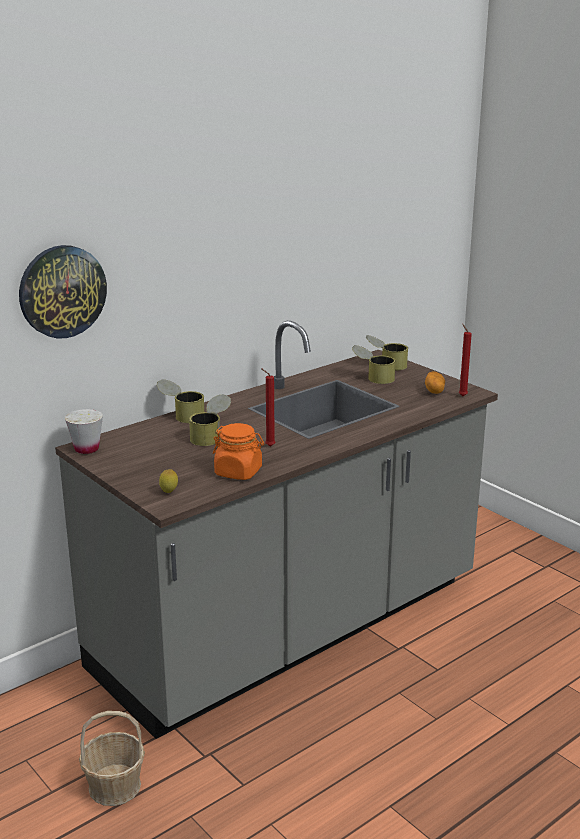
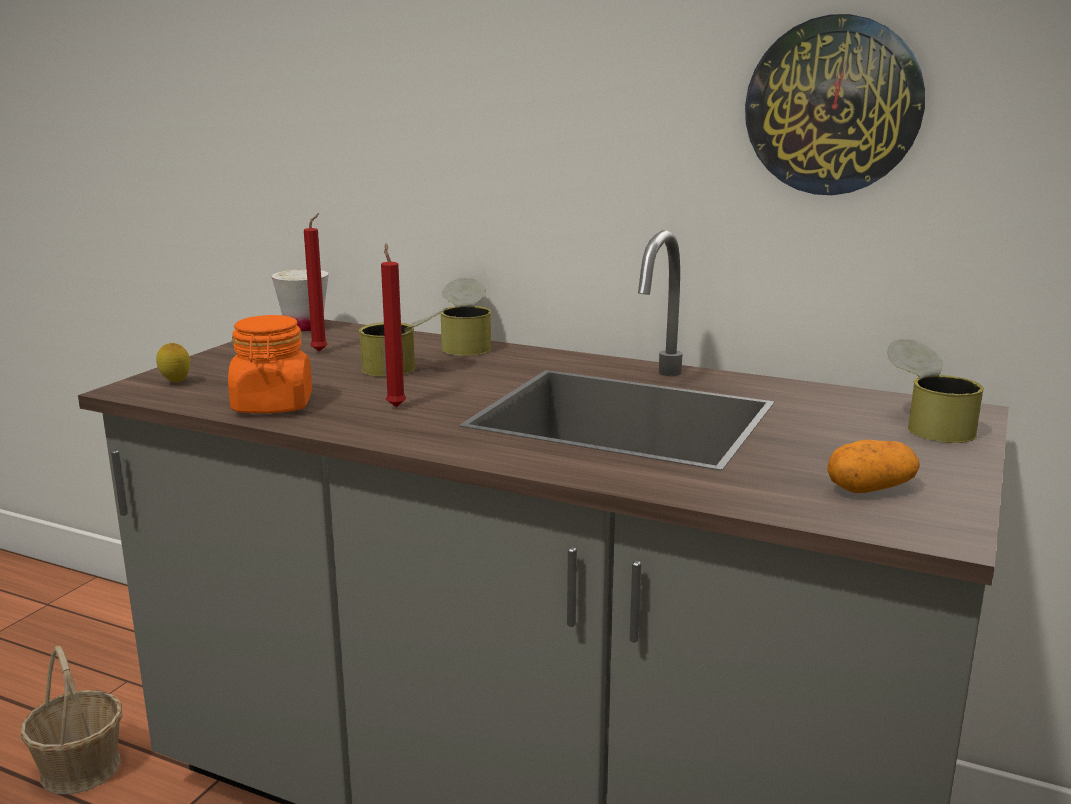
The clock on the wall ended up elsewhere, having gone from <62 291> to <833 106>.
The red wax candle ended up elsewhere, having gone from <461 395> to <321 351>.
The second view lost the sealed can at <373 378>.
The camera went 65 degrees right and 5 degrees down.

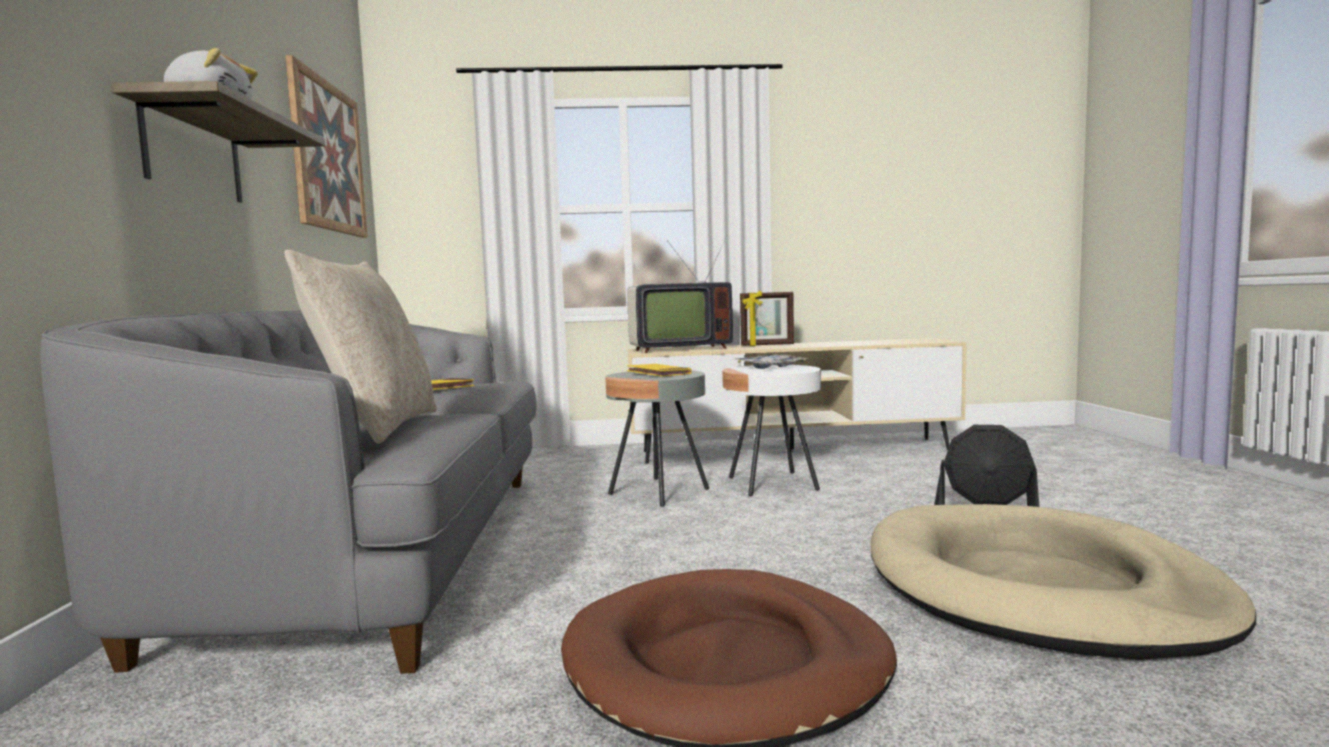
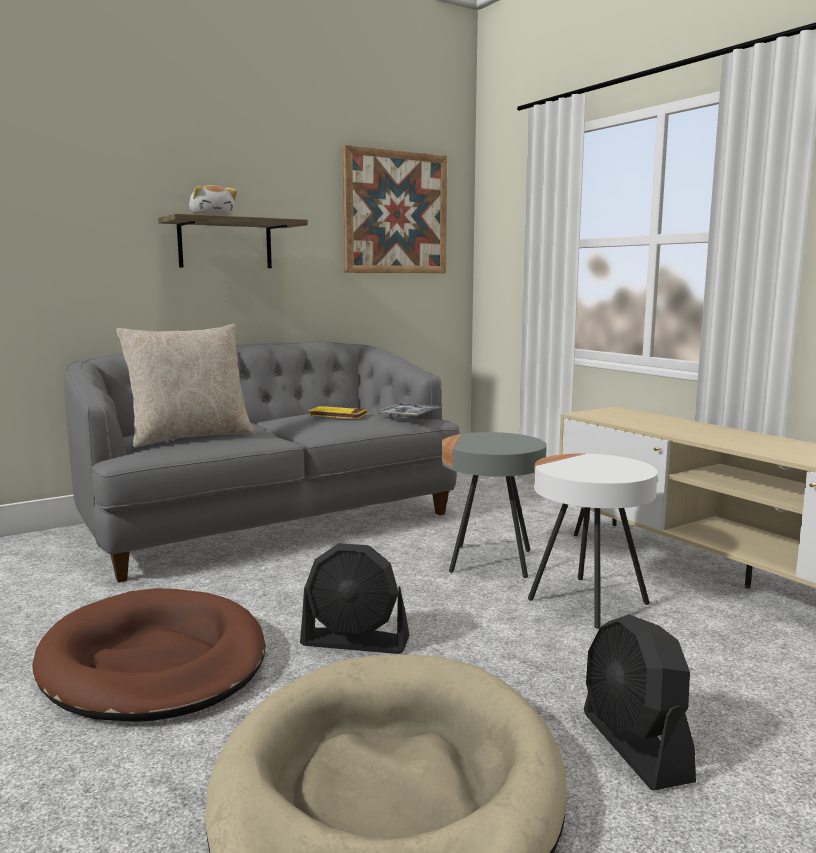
The second view lost the TV set at <677 349>.
The second view lost the photo frame at <767 345>.
The serving tray ended up elsewhere, having gone from <769 367> to <408 416>.
The second view lost the yellowish volume at <658 373>.
The second view gained the black-coloured electric fan at <355 642>.
The camera went 60 degrees right and 5 degrees up.

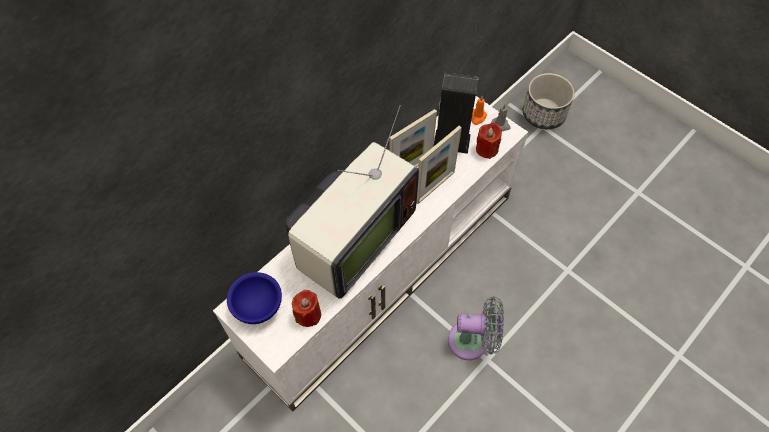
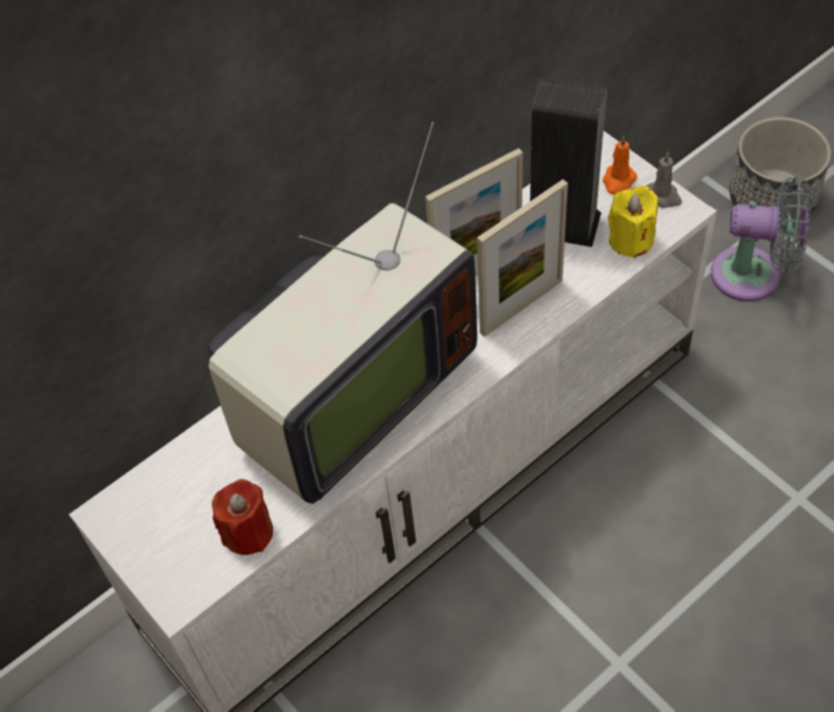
What was the red wax candle at <487 149> turned into the yellowish wax candle at <631 240>.
The second view lost the blue-coloured bowl at <258 307>.
The grey electric fan ended up elsewhere, having gone from <473 341> to <753 275>.
The camera went 10 degrees right and 5 degrees down.

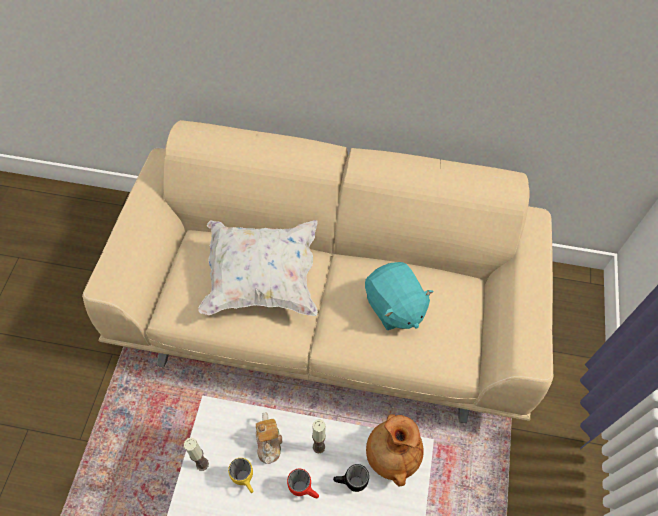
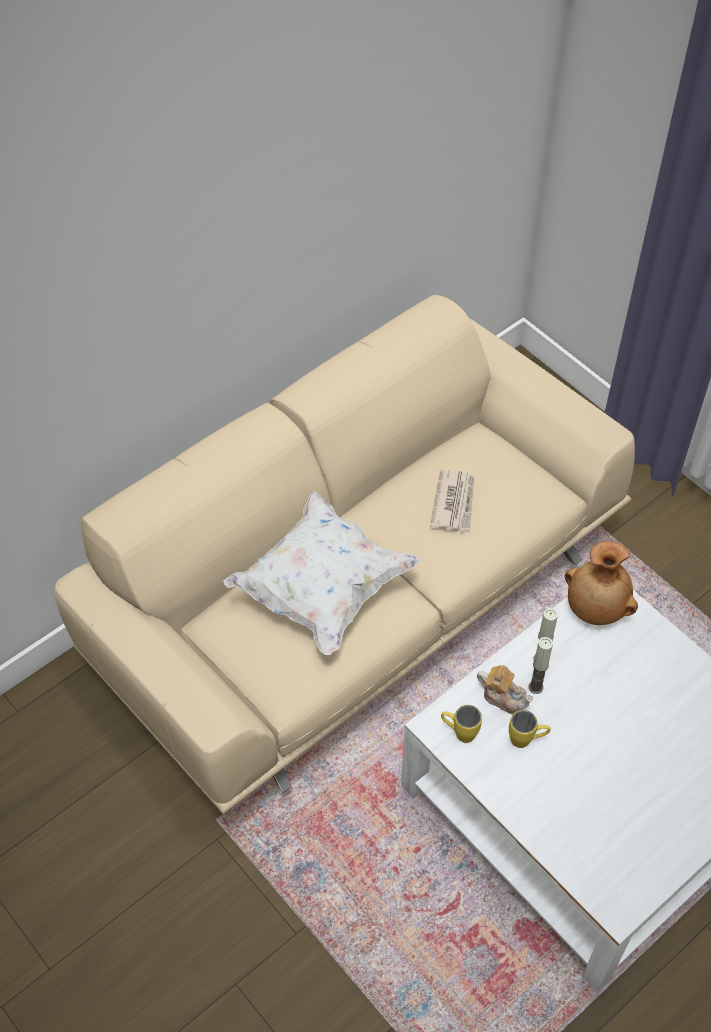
Where the turquoise soft toy stood at <394 306>, the newspaper came to stand at <454 502>.
The wax candle ended up elsewhere, having gone from <202 464> to <536 687>.
The second view lost the black-coloured coffee mug at <350 483>.
The second view lost the red coffee mug at <304 491>.
The second view gained the yellowish coffee mug at <459 732>.
The camera went 50 degrees left and 5 degrees down.

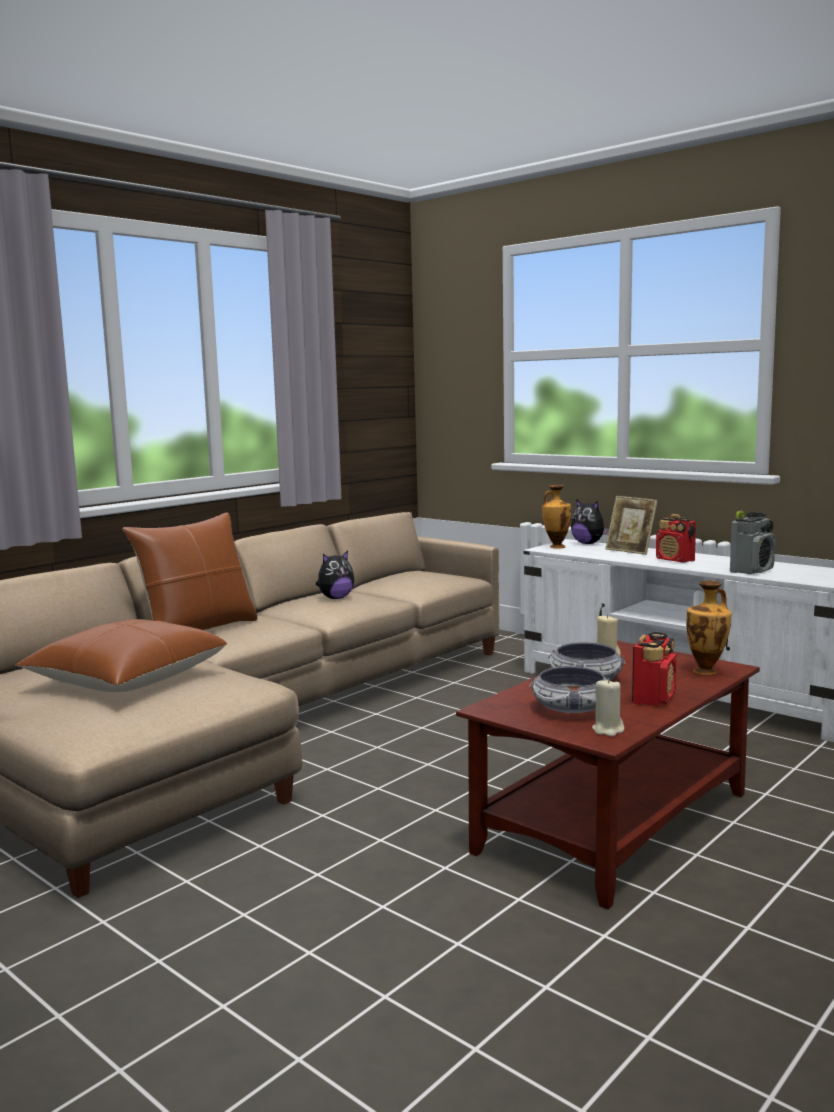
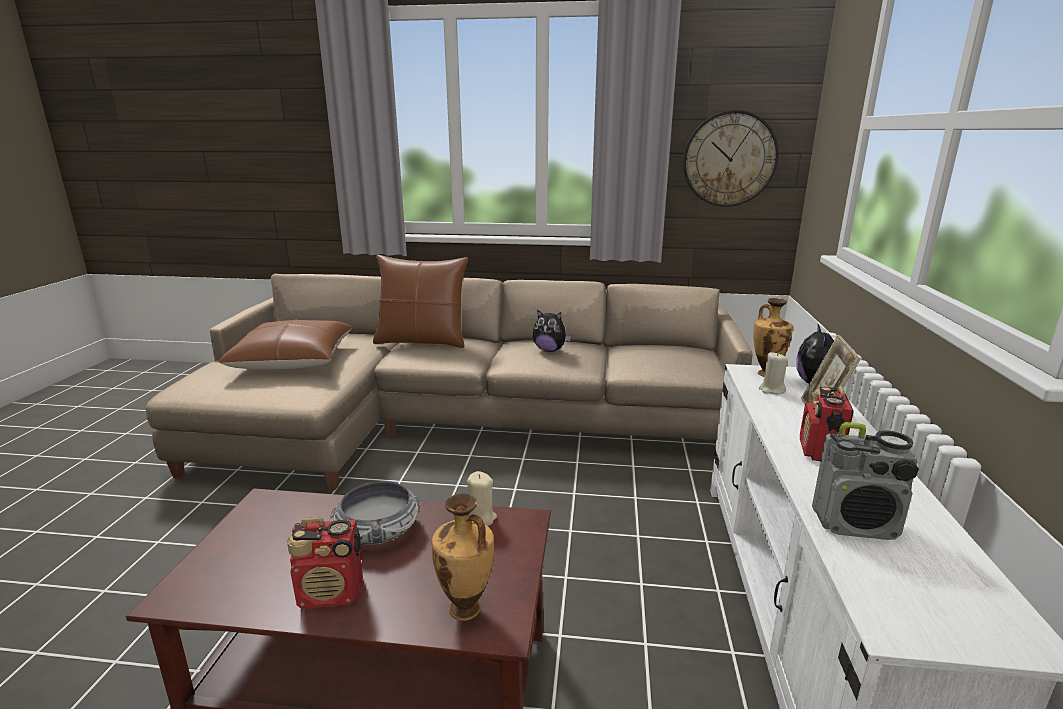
The second view lost the bowl at <571 708>.
The beige-coloured wax candle ended up elsewhere, having gone from <608 730> to <771 390>.
The second view gained the clock on the wall at <729 159>.
The camera went 55 degrees right and 10 degrees up.

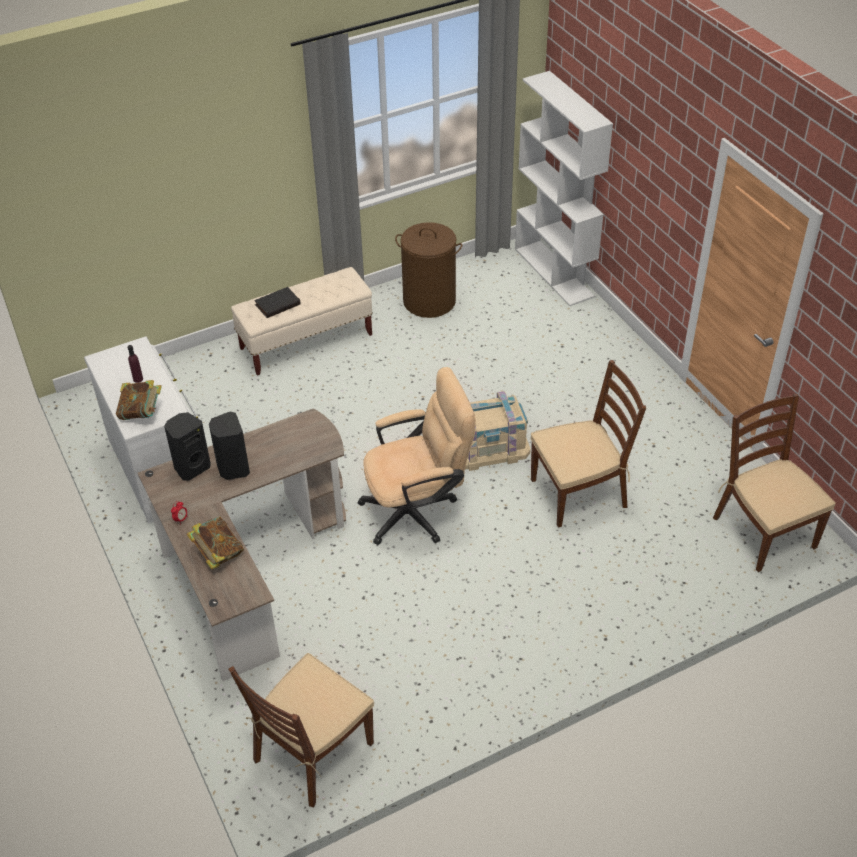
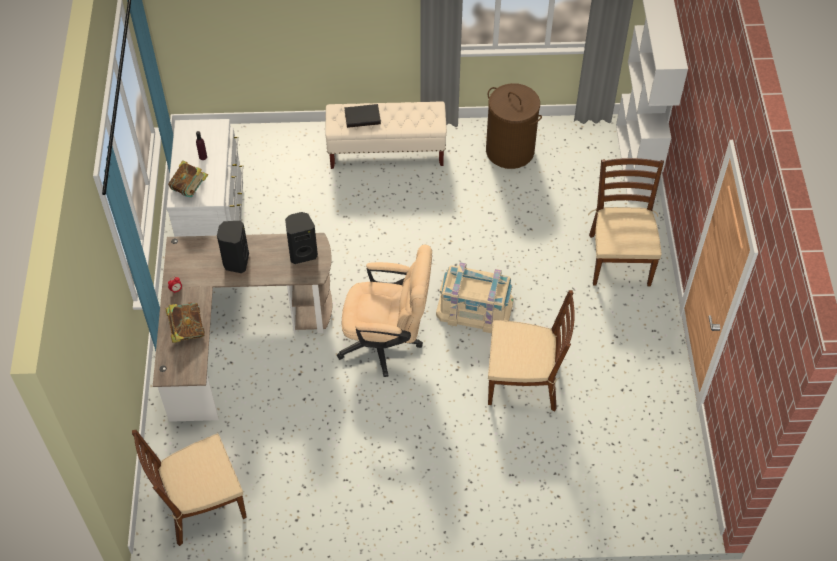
The brown plain chair ended up elsewhere, having gone from <763 531> to <619 259>.
The black-coloured speaker ended up elsewhere, having gone from <191 467> to <302 253>.
The camera went 25 degrees right and 10 degrees up.

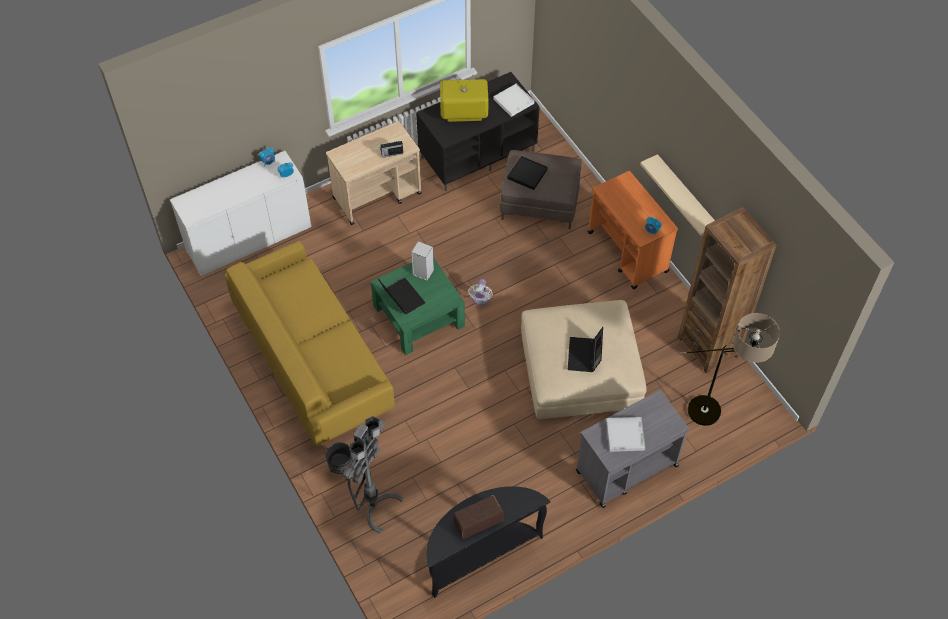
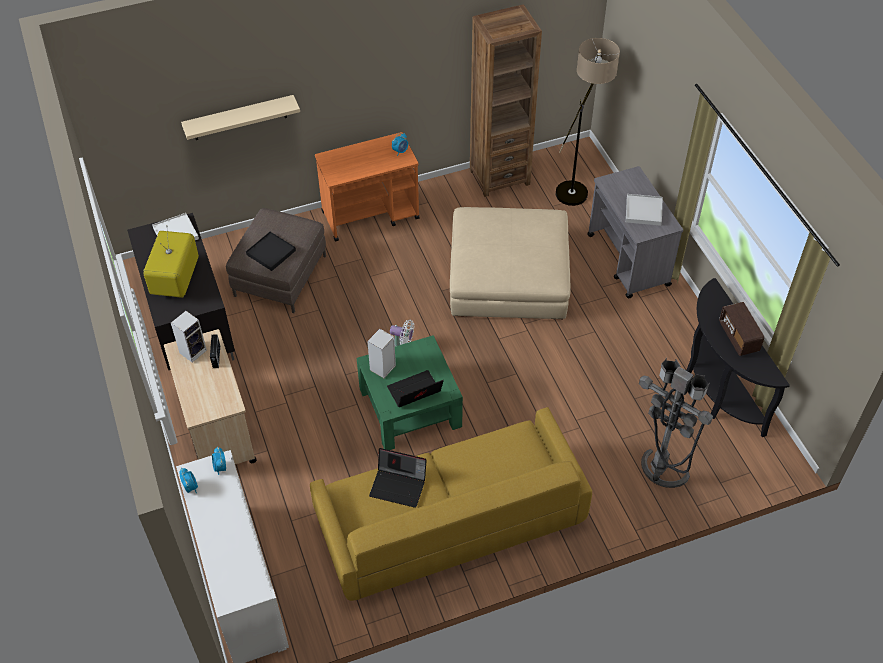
The beige-coloured shelf ended up elsewhere, having gone from <685 196> to <239 118>.
The notebook computer ended up elsewhere, having gone from <584 356> to <399 486>.
The second view lost the black-coloured planter at <341 470>.
The second view gained the speaker at <193 351>.
The camera went 80 degrees left and 5 degrees down.

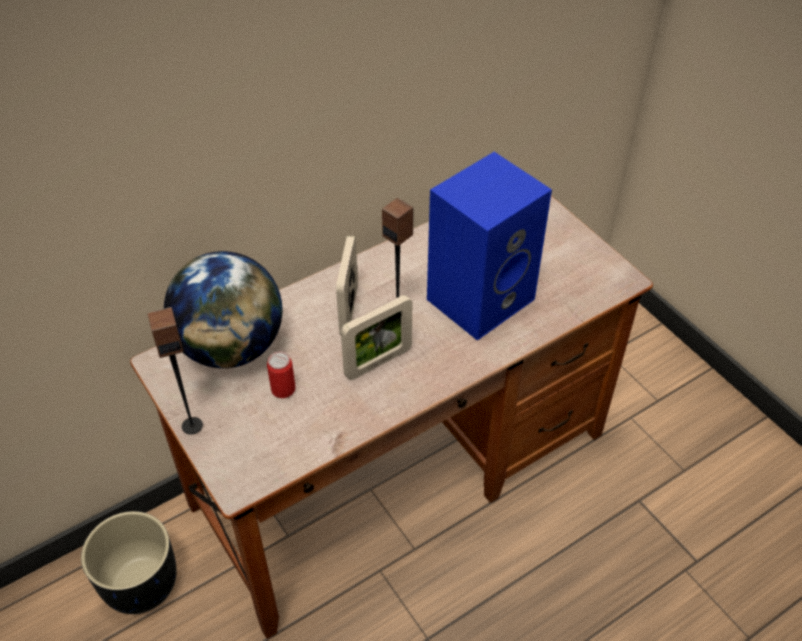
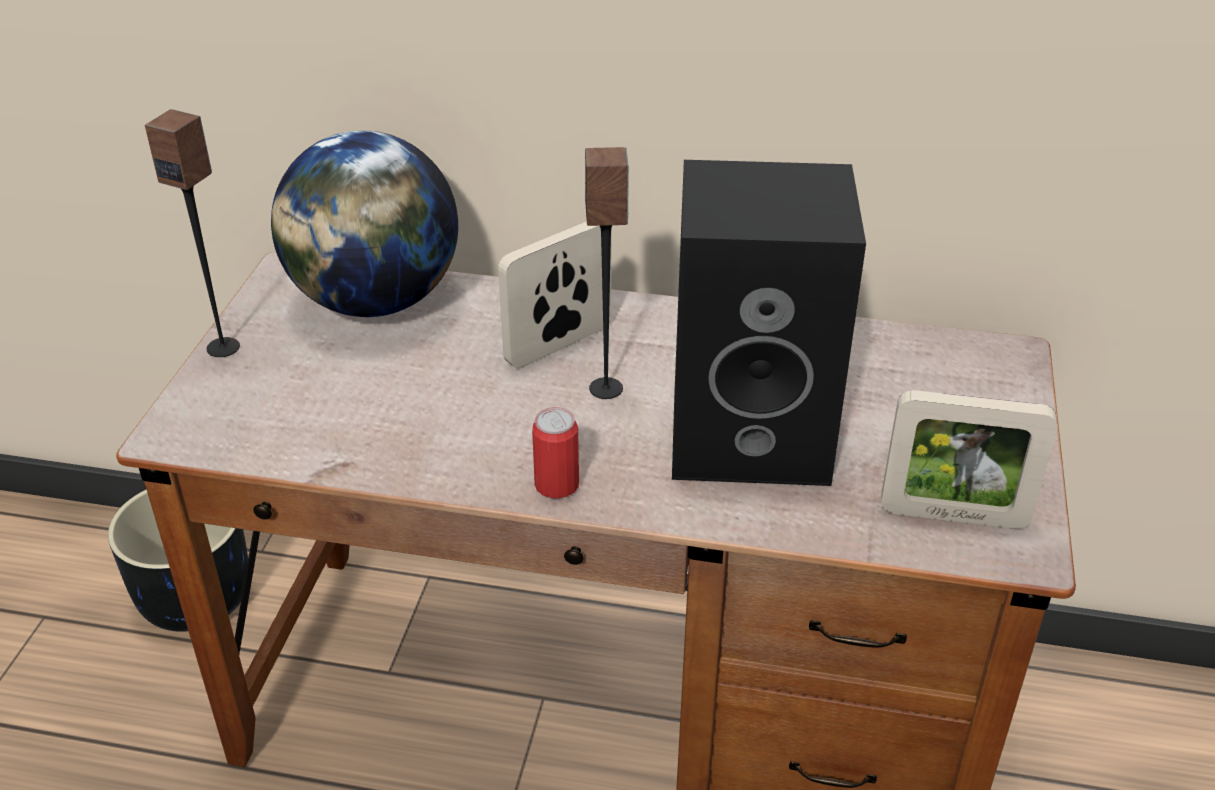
What was the blue-coloured speaker at <480 297> turned into the black-coloured speaker at <754 434>.
The photo frame ended up elsewhere, having gone from <378 362> to <953 515>.
The sealed can ended up elsewhere, having gone from <283 389> to <556 485>.
The camera went 45 degrees right and 10 degrees down.

